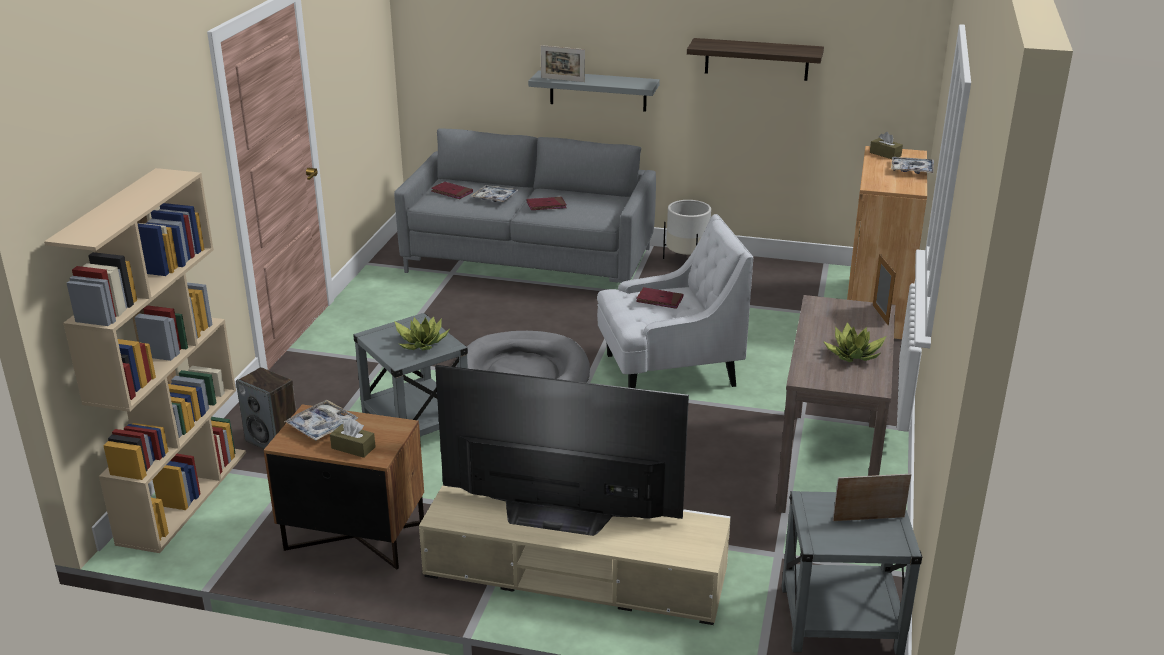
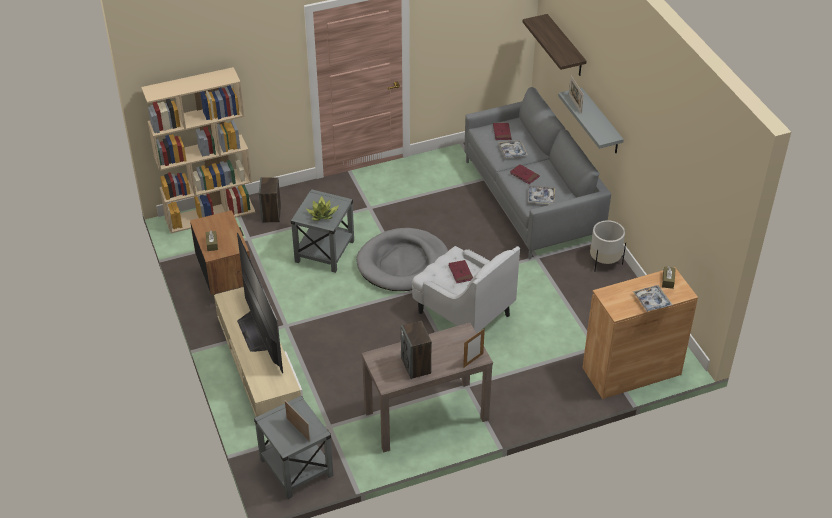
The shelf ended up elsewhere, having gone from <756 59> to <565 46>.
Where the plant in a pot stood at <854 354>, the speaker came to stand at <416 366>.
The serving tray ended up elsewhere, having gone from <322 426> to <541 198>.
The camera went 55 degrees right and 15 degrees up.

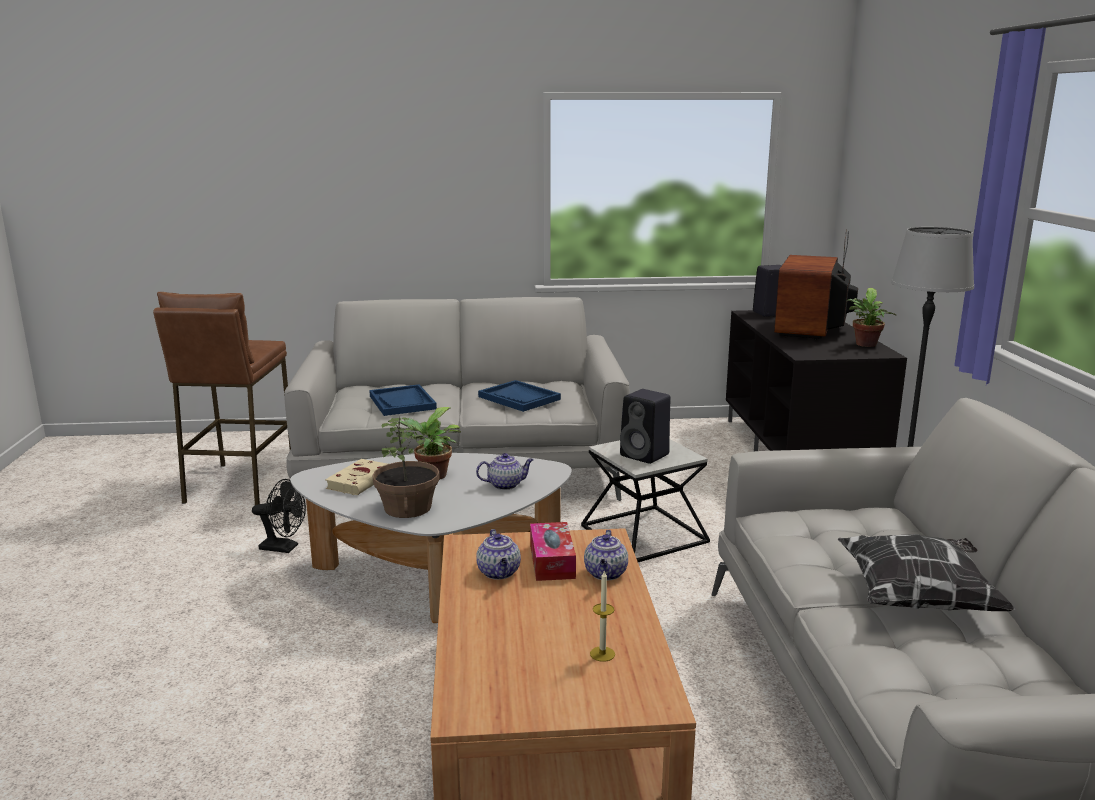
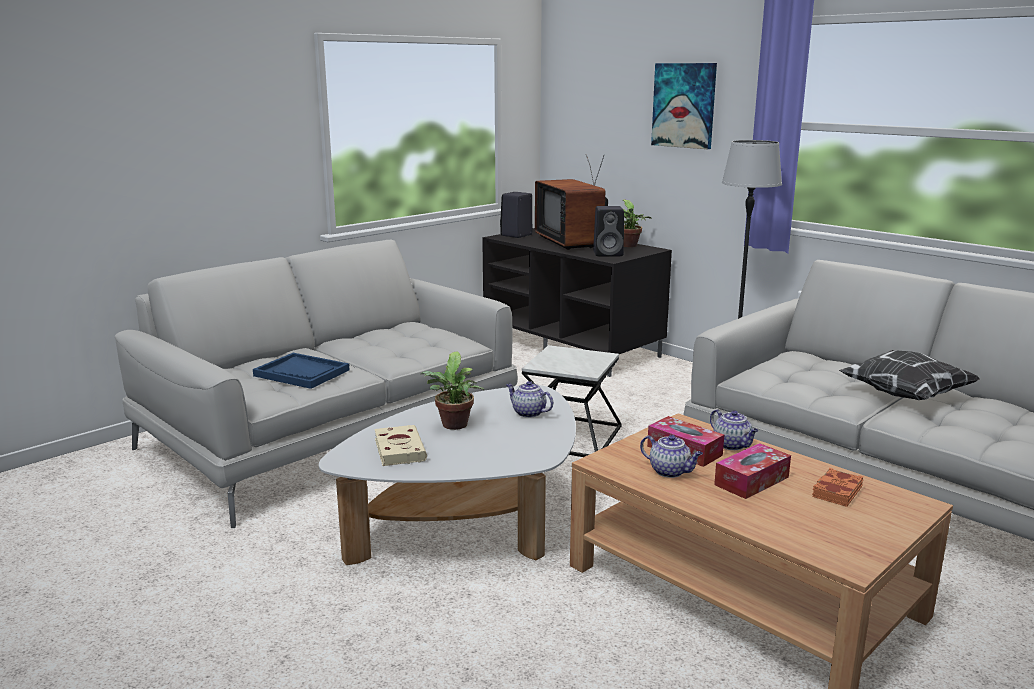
The second view lost the brown stool at <239 484>.
The second view lost the blue-coloured serving tray at <519 398>.
The black-coloured speaker ended up elsewhere, having gone from <646 455> to <609 254>.
The second view lost the plant in a pot at <408 508>.
The pot for tea at <506 485> ended up facing another way, 90 degrees counterclockwise from before.
The second view lost the black-coloured electric fan at <284 548>.
Where the wax candle stood at <602 654>, the orange volume came to stand at <836 492>.
The second view gained the wall picture at <684 105>.
The second view gained the tissue box at <751 481>.
The camera went 40 degrees left and 0 degrees up.

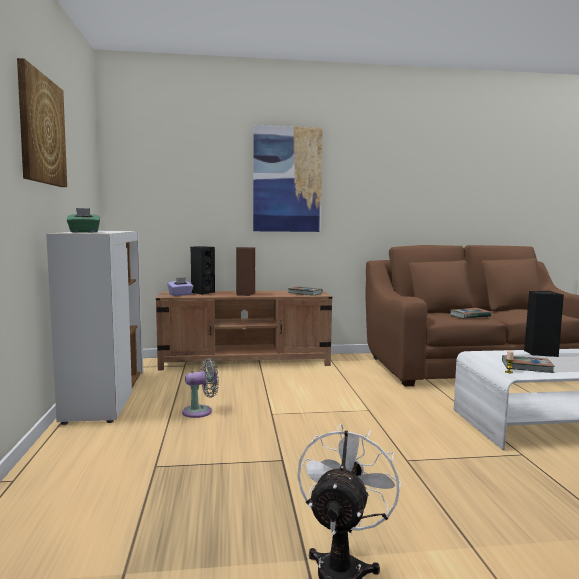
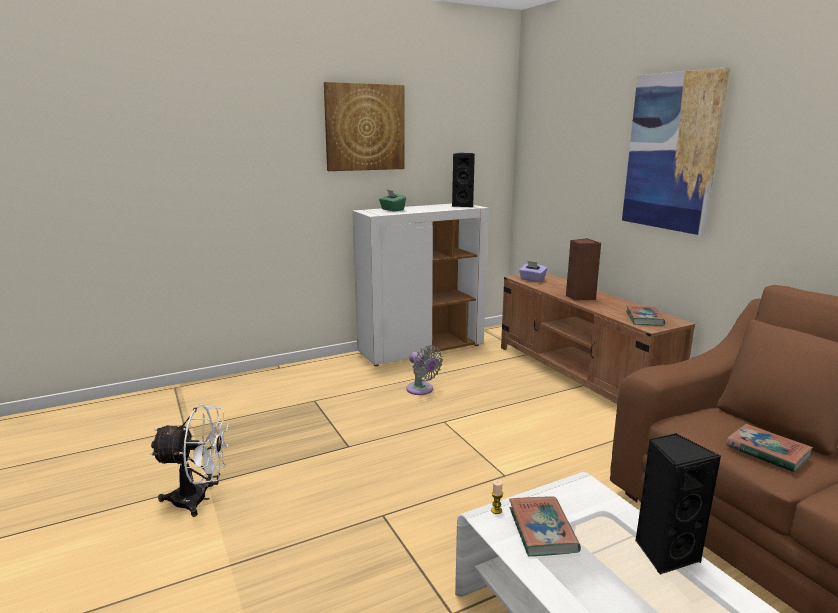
The black-coloured speaker ended up elsewhere, having gone from <202 292> to <463 205>.
The camera went 70 degrees right and 10 degrees up.

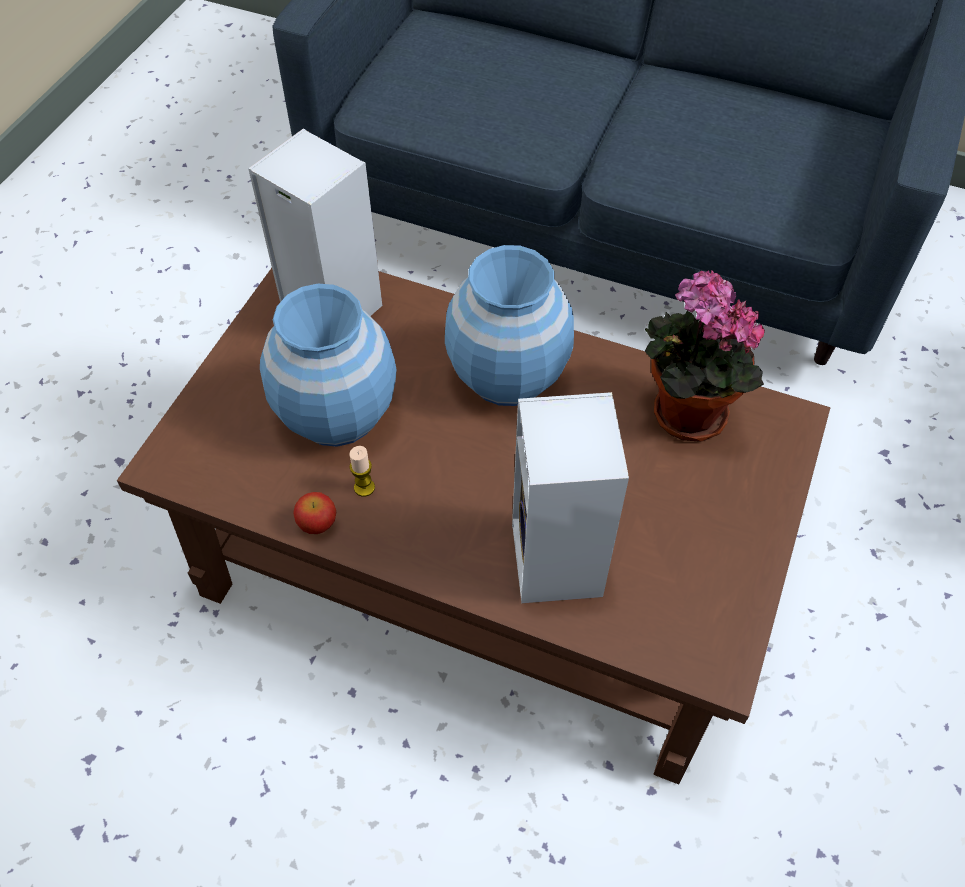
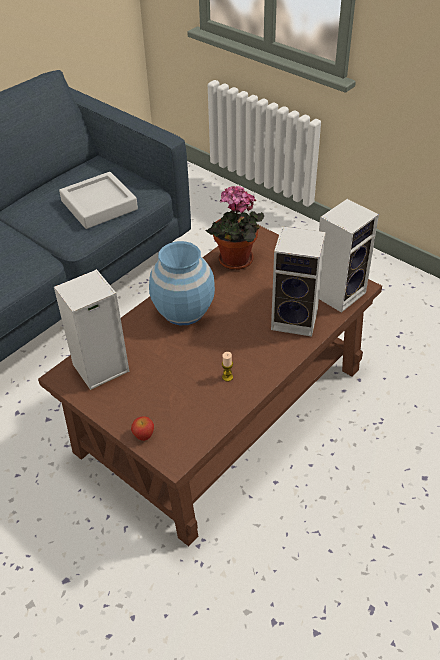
The second view lost the blue-coloured vase at <337 412>.
The apple ended up elsewhere, having gone from <318 524> to <143 435>.
The second view gained the grey serving tray at <99 205>.
The second view gained the speaker at <339 292>.
The camera went 70 degrees left and 10 degrees down.

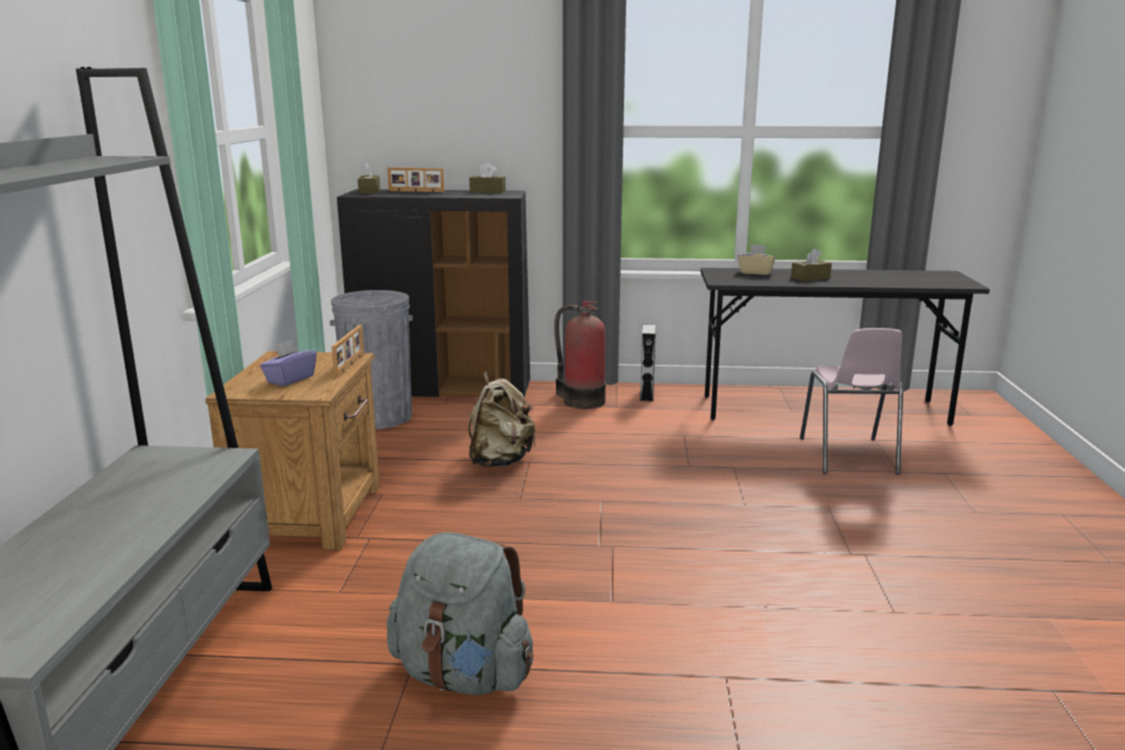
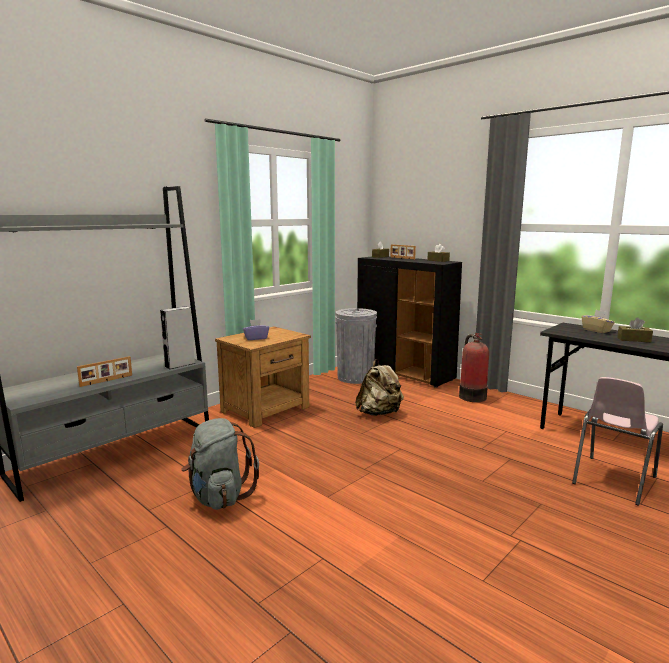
The photo frame ended up elsewhere, having gone from <351 365> to <107 381>.
The grey speaker ended up elsewhere, having gone from <646 395> to <179 365>.
The camera went 40 degrees right and 5 degrees down.

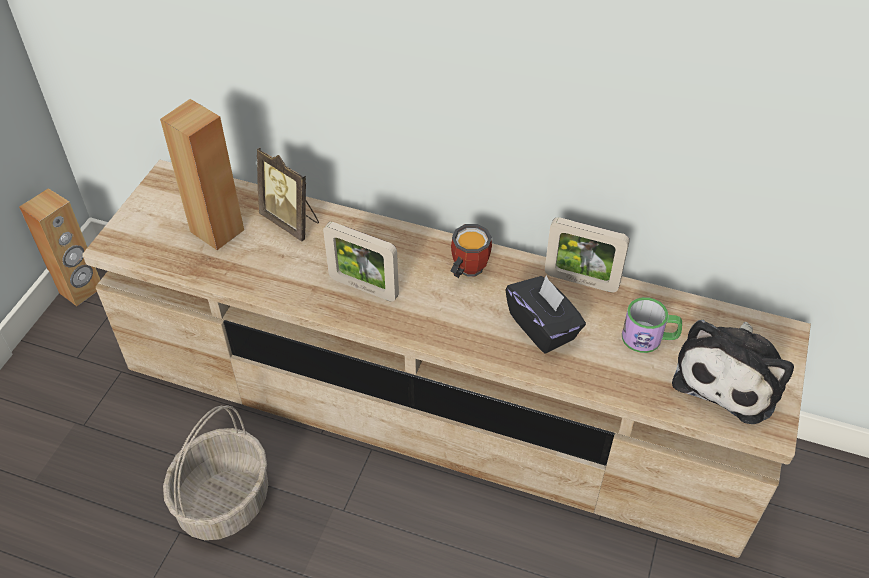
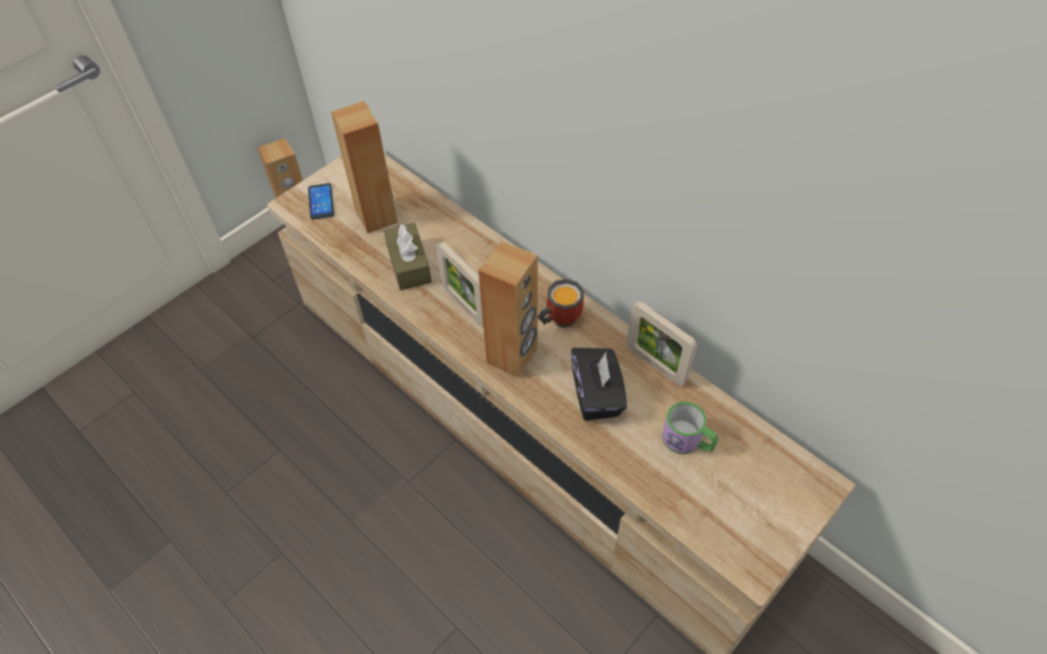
The second view lost the photo frame at <291 221>.
The second view lost the soft toy at <730 376>.
The second view lost the household basket at <224 500>.
The second view gained the handset at <321 202>.
The second view gained the brown tissue box at <409 264>.
The second view gained the brown speaker at <513 356>.
The camera went 25 degrees right and 5 degrees up.

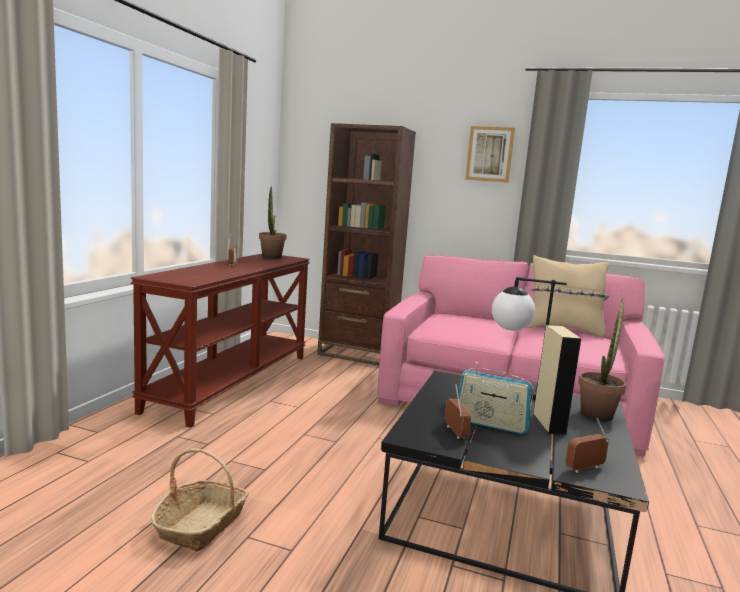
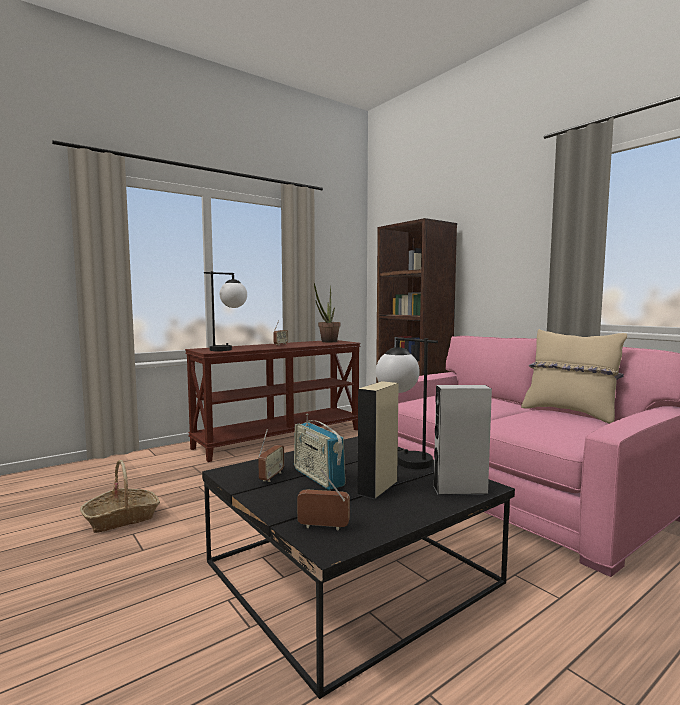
The second view lost the wall picture at <490 154>.
Where the plant in a pot stood at <598 413>, the grey speaker came to stand at <460 490>.
The second view gained the lamp for a table at <229 349>.
The camera went 35 degrees right and 5 degrees down.

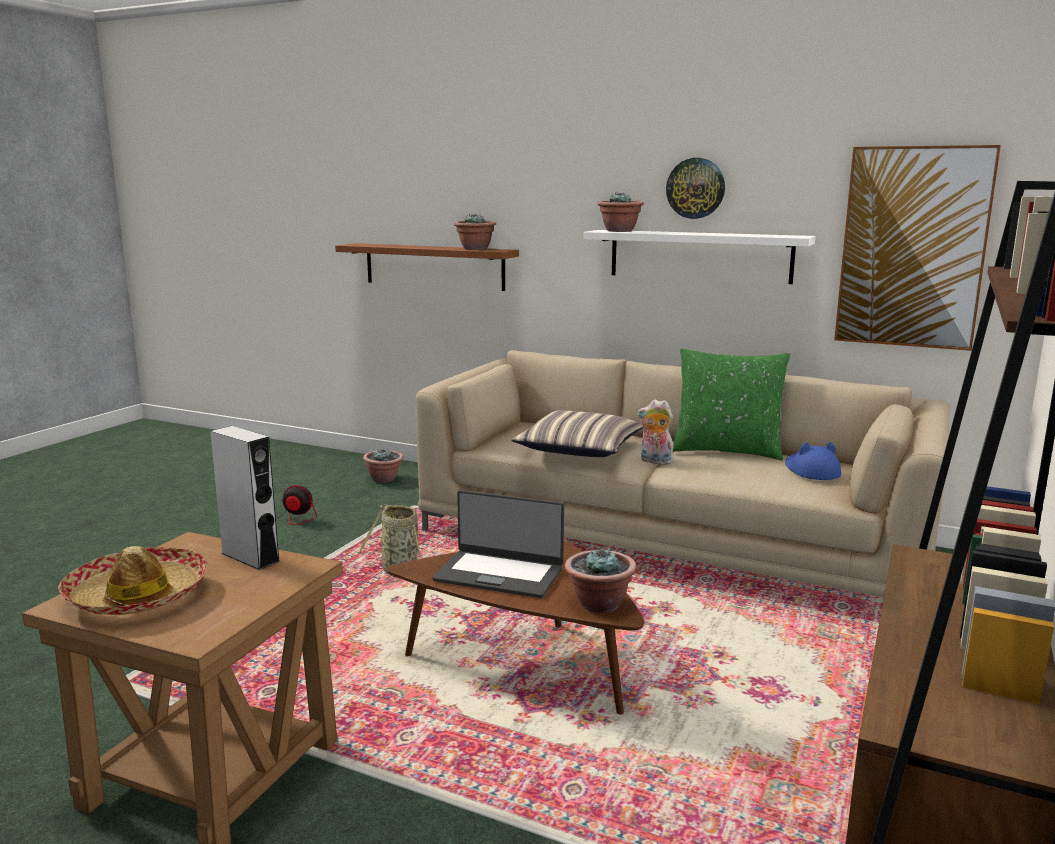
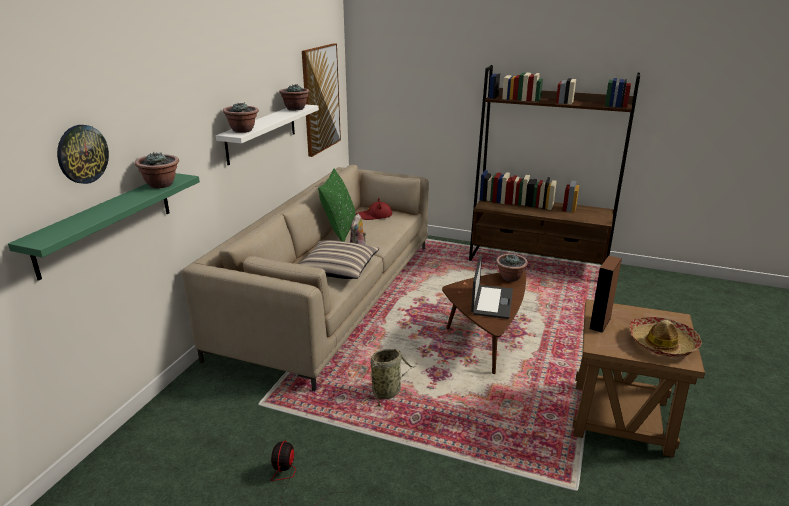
The clock on the wall ended up elsewhere, having gone from <695 188> to <82 154>.
What was the brown shelf at <434 266> turned into the greenish shelf at <106 222>.
What was the grey speaker at <250 557> turned into the brown speaker at <600 323>.
What was the blue-coloured hat at <811 471> turned into the red hat at <374 216>.
The plant in a pot ended up elsewhere, having gone from <384 479> to <295 109>.
The camera went 95 degrees left and 10 degrees up.

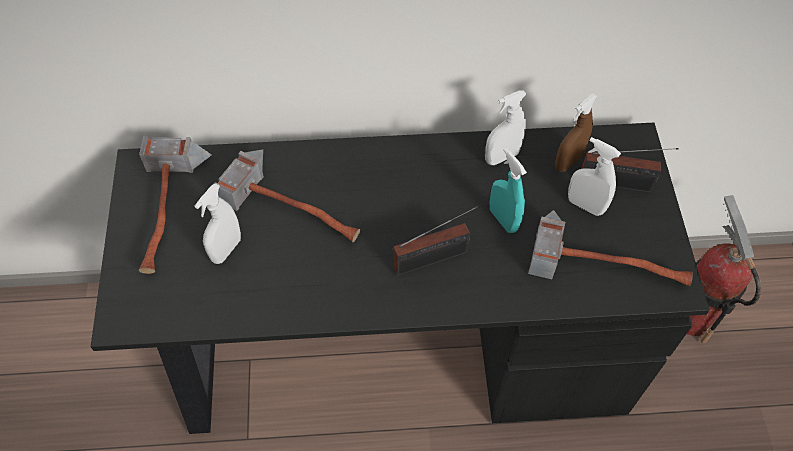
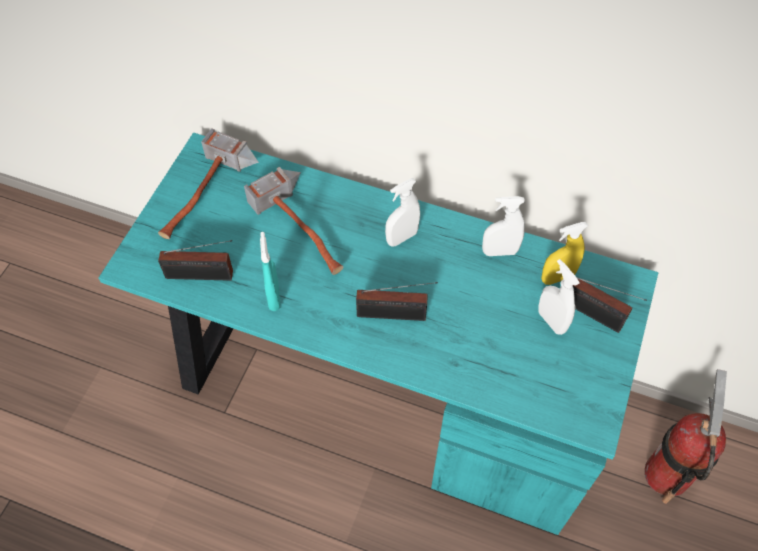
What was the brown spray bottle at <568 161> turned into the yellowish spray bottle at <557 277>.
What was the black-coloured desk table at <395 348> turned into the turquoise desk table at <379 390>.
The turquoise spray bottle ended up elsewhere, having gone from <503 219> to <274 297>.
The whitish spray bottle ended up elsewhere, having gone from <226 250> to <402 237>.
The second view lost the tool hammer at <609 261>.
The second view gained the radio set at <203 276>.
The camera went 25 degrees right and 0 degrees up.

